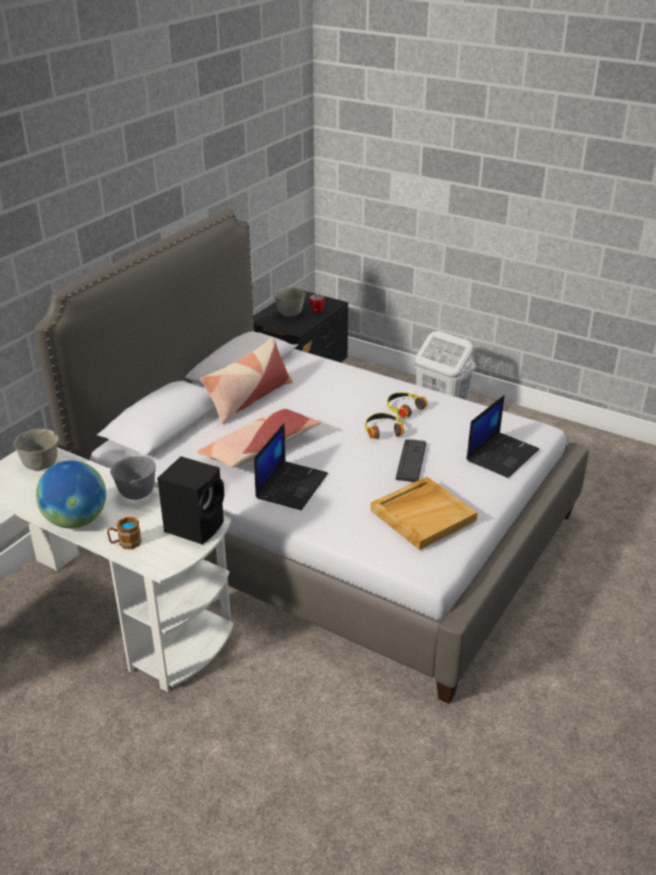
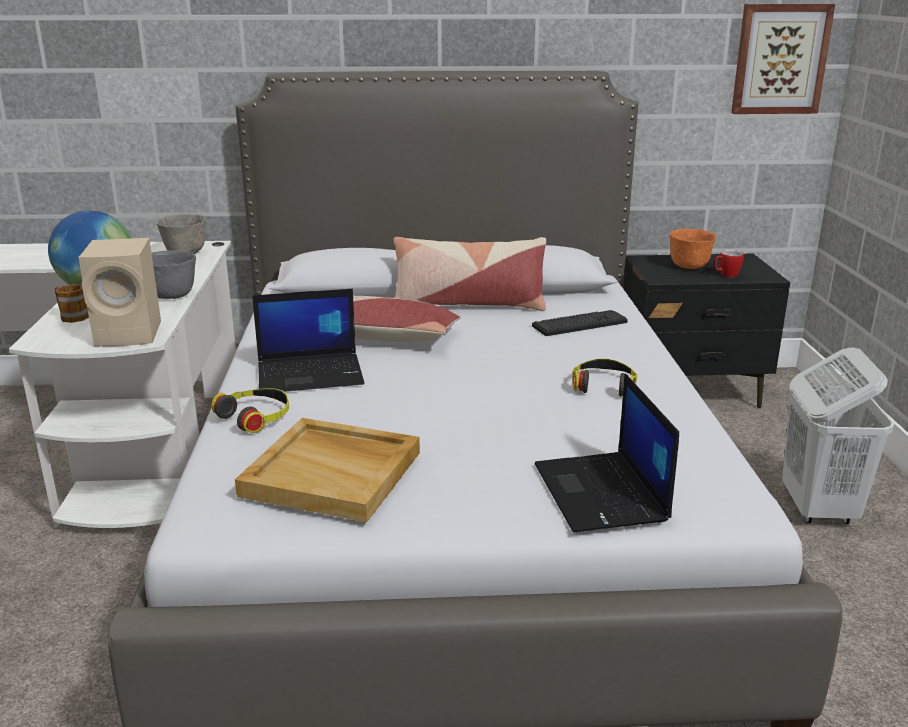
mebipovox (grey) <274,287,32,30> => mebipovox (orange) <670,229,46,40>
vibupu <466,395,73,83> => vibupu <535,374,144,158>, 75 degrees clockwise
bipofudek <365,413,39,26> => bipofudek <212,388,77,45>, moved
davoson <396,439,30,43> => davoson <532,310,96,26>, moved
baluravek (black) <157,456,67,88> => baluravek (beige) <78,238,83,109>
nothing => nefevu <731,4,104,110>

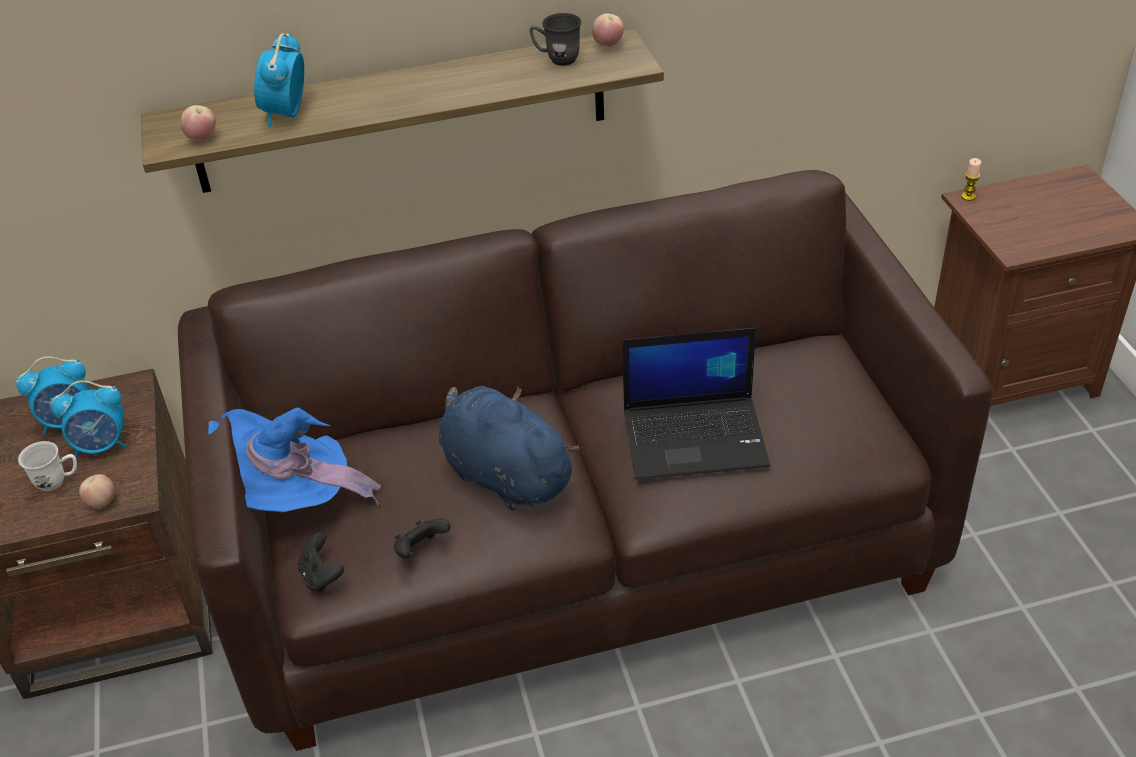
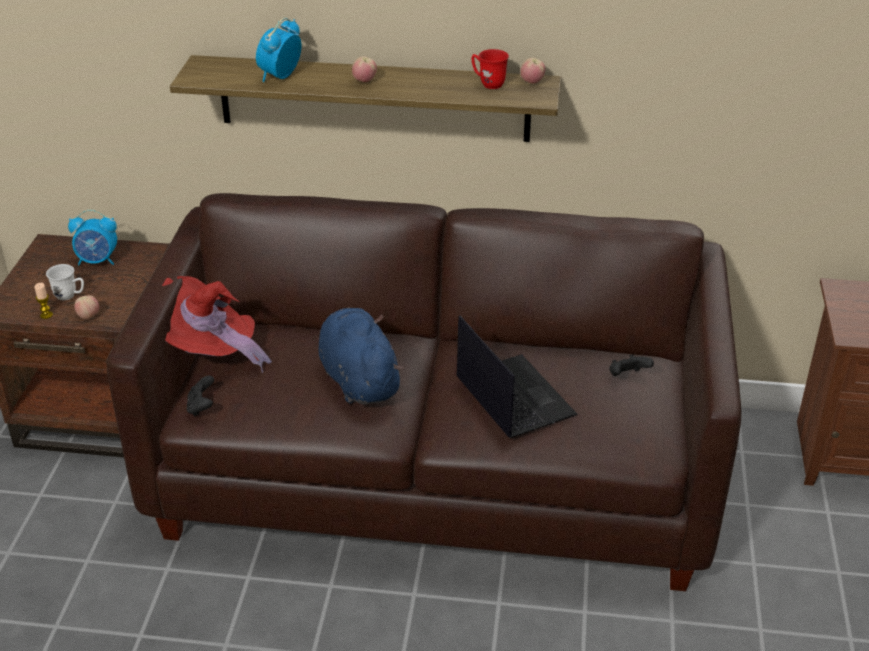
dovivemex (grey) <529,13,52,53> => dovivemex (red) <471,49,38,40>
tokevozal <180,105,36,36> => tokevozal <352,56,25,26>, moved
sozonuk <961,158,20,43> => sozonuk <34,283,19,36>, moved
vibupu <622,327,148,153> => vibupu <456,315,122,123>, 135 degrees counterclockwise
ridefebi <50,380,77,78> => nothing
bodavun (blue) <208,408,173,105> => bodavun (red) <162,276,110,97>
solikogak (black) <394,518,57,40> => solikogak (black) <609,354,45,22>, moved

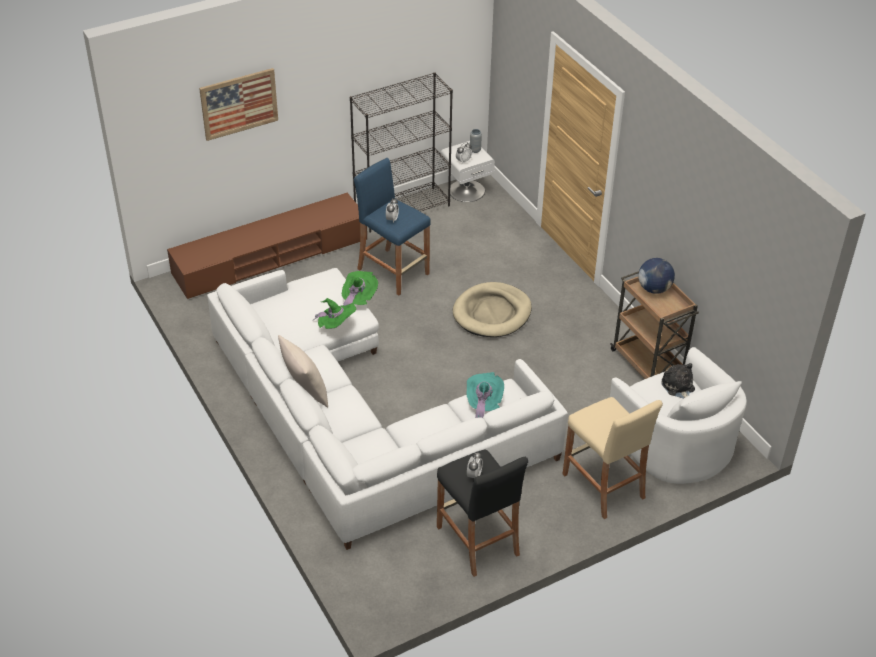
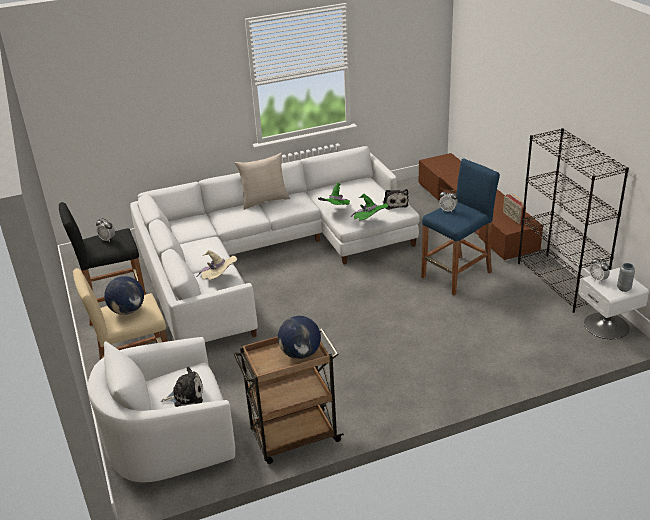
nefevu <199,68,79,73> => nothing
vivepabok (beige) <453,282,79,55> => nothing
bodavun (turquoise) <466,372,38,46> => bodavun (beige) <197,250,40,30>
nothing => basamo <383,189,26,21>
nothing => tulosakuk <503,194,23,31>
nothing => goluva <104,276,40,39>

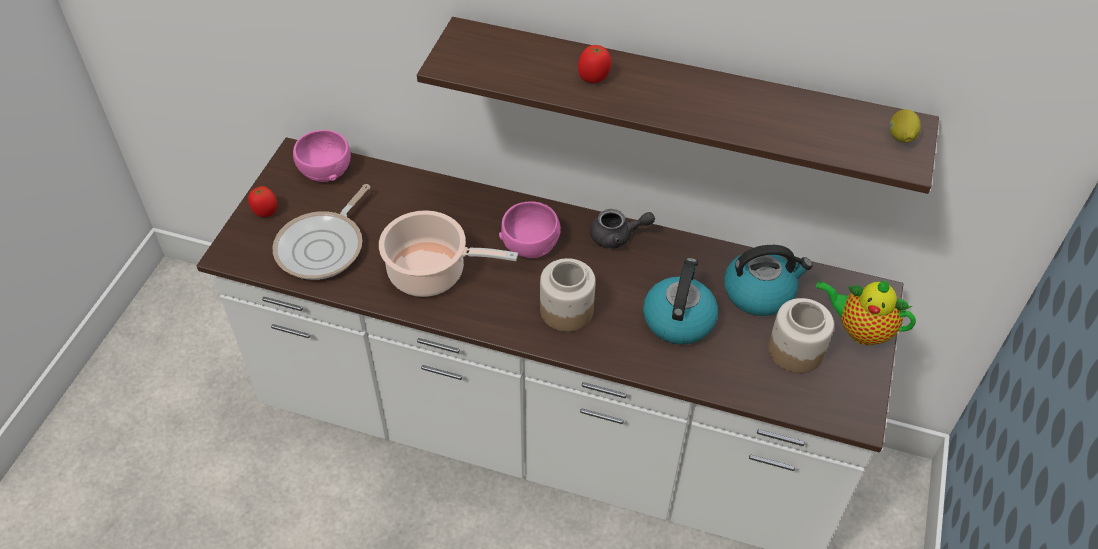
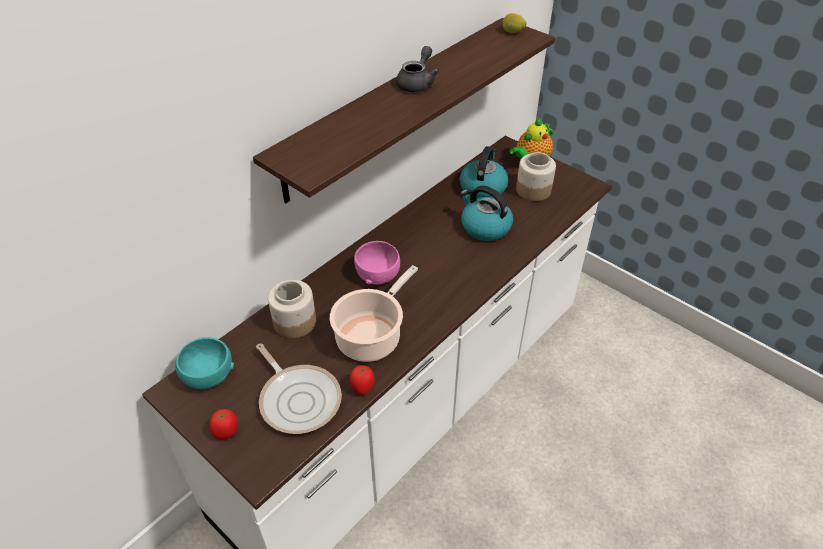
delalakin <578,45,34,38> => delalakin <350,365,24,30>, moved
mebipovox (pink) <293,130,58,52> => mebipovox (turquoise) <176,337,58,52>
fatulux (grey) <590,209,65,40> => fatulux (grey) <396,46,44,46>, moved
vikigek <540,258,56,74> => vikigek <268,280,48,59>, moved

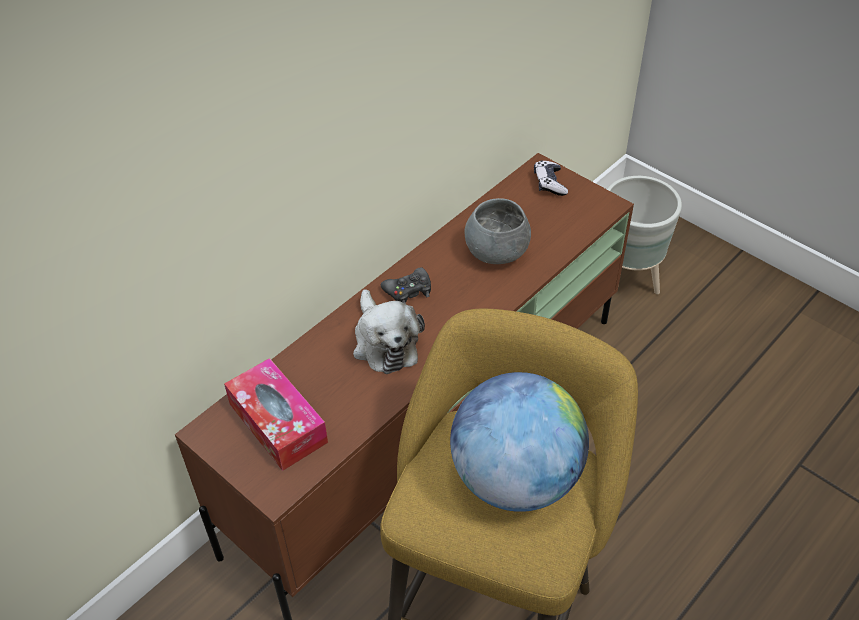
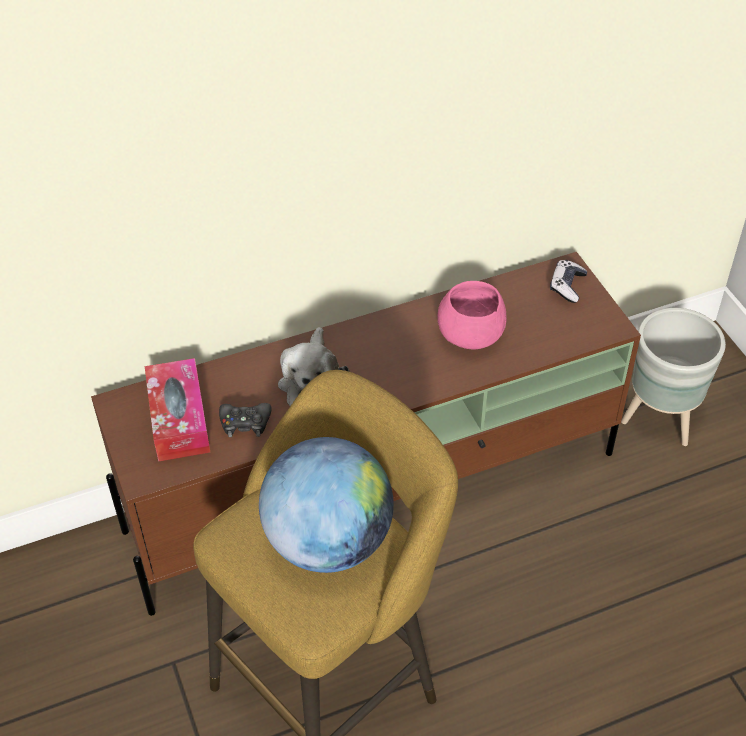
mebipovox (grey) <465,198,66,66> => mebipovox (pink) <438,281,69,68>
solikogak (black) <381,267,50,37> => solikogak (black) <219,403,52,34>, moved

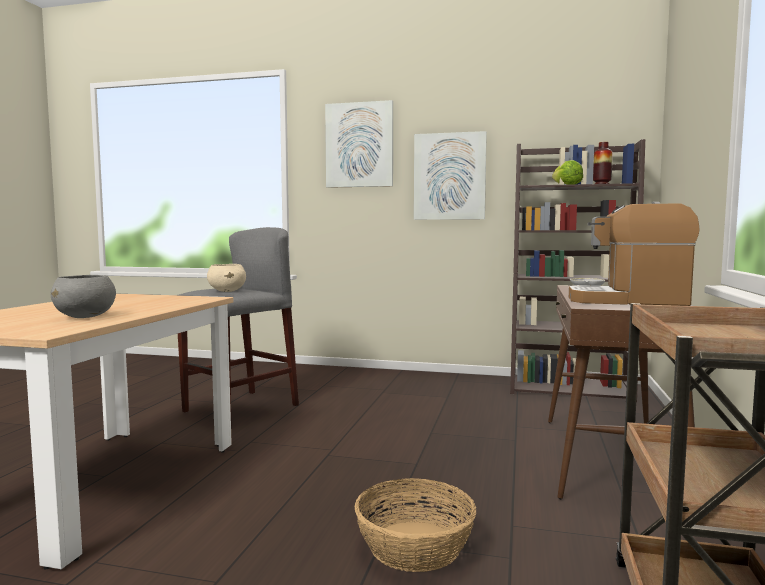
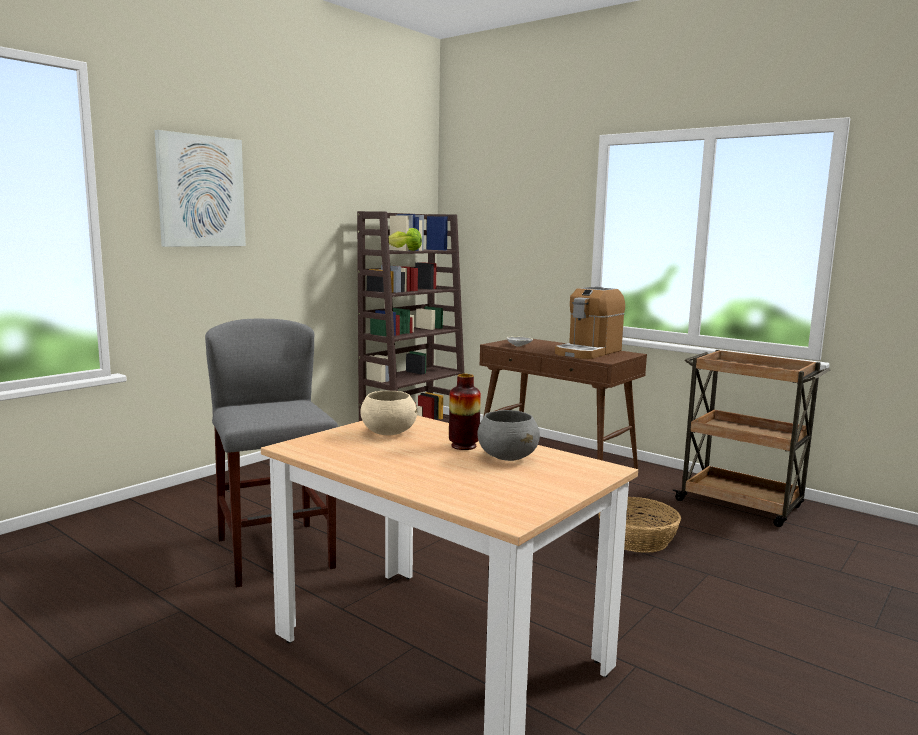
nefevu <414,131,73,89> => nothing
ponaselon <593,142,20,42> => ponaselon <449,374,32,76>, moved
mebipovox (beige) <207,264,39,28> => mebipovox (beige) <360,391,57,45>, moved

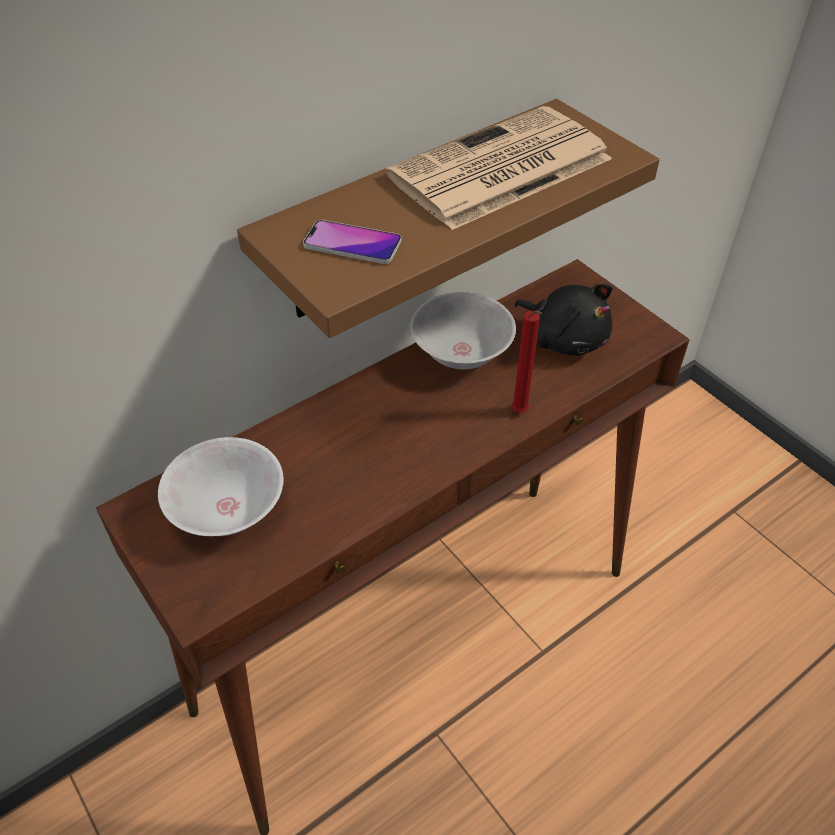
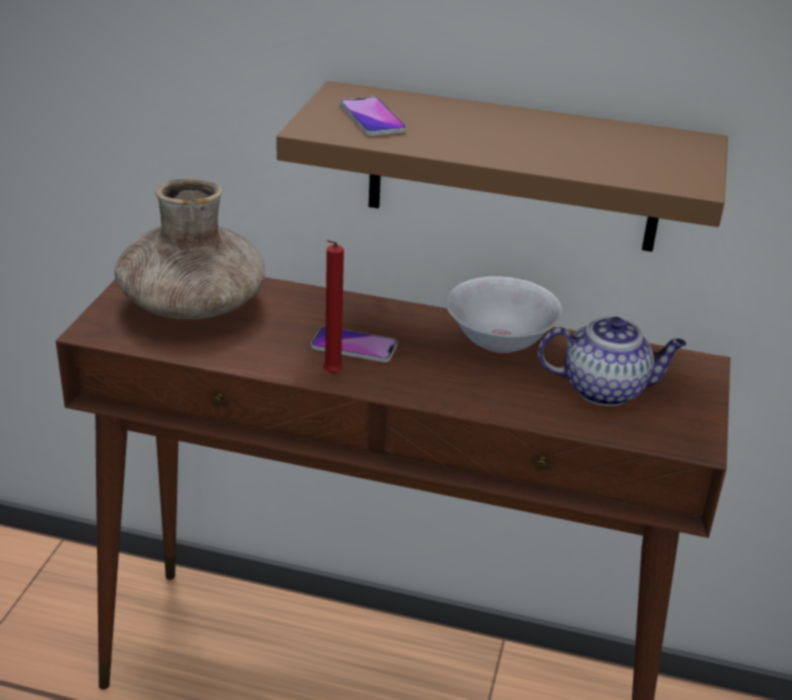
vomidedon <386,106,226,124> => nothing
basamo (black) <514,284,99,72> => fatulux <538,317,148,89>
sozonuk (red) <511,310,32,103> => sozonuk (red) <323,240,21,134>, moved
mebipovox (white) <158,437,126,99> => ponaselon (brown) <114,178,151,141>
nothing => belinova <311,326,87,36>

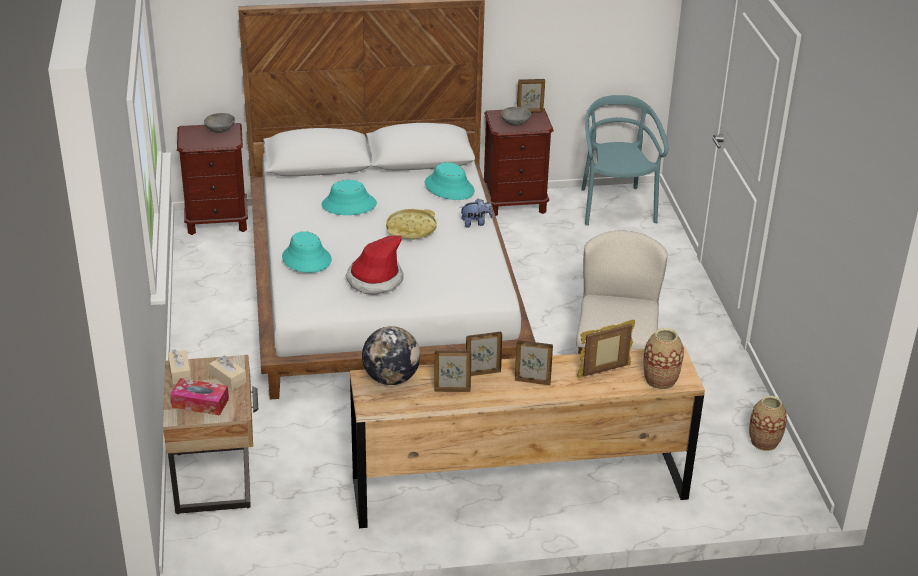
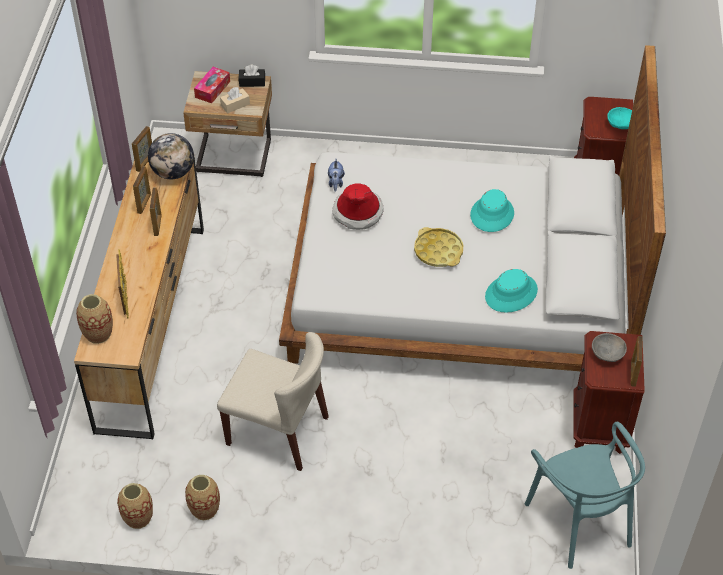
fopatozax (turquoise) <581,95,87,130> => fopatozax (turquoise) <525,422,120,147>, 60 degrees clockwise
mebipovox (grey) <204,113,31,20> => mebipovox (turquoise) <607,107,25,22>
basamo <461,199,32,29> => basamo <328,158,17,34>, moved
bodavun (turquoise) <282,231,50,42> => nothing
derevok <515,340,38,45> => derevok <132,126,20,46>, moved
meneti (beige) <168,349,23,36> => meneti (black) <239,65,26,22>
nothing => ponaselon <185,475,35,45>

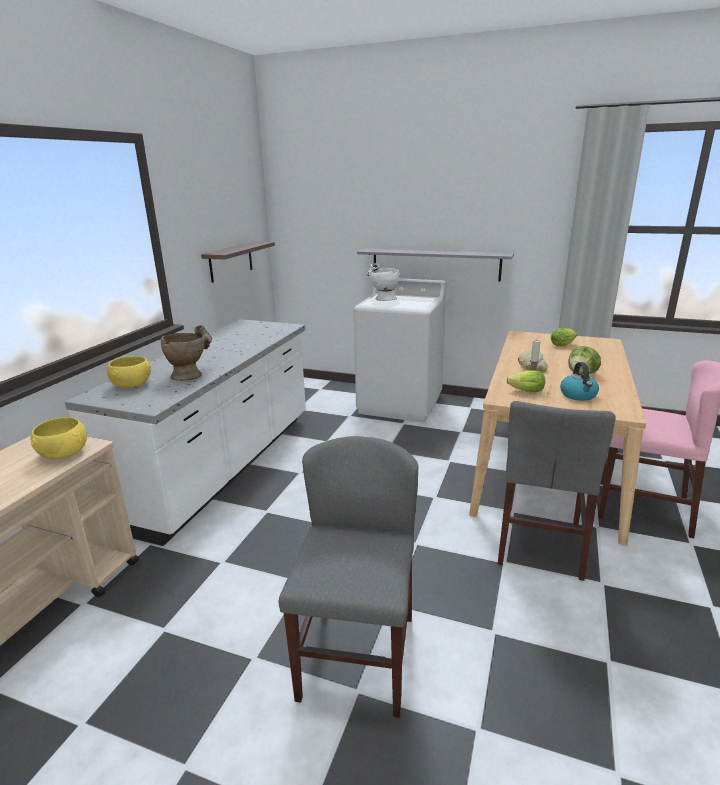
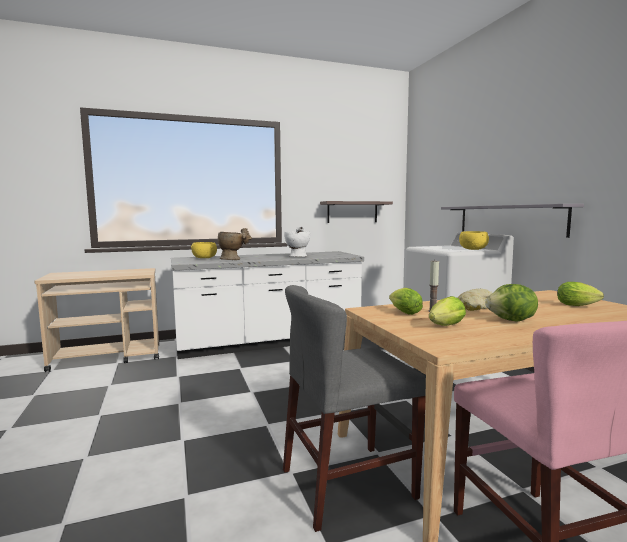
ponaselon (white) <367,263,32,38> => ponaselon (white) <284,227,26,30>, moved
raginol <560,362,39,39> => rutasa <429,296,37,30>
mebipovox (yellow) <31,417,56,43> => mebipovox (yellow) <459,231,30,19>, moved
fopatozax (grey) <279,436,139,282> => nothing

